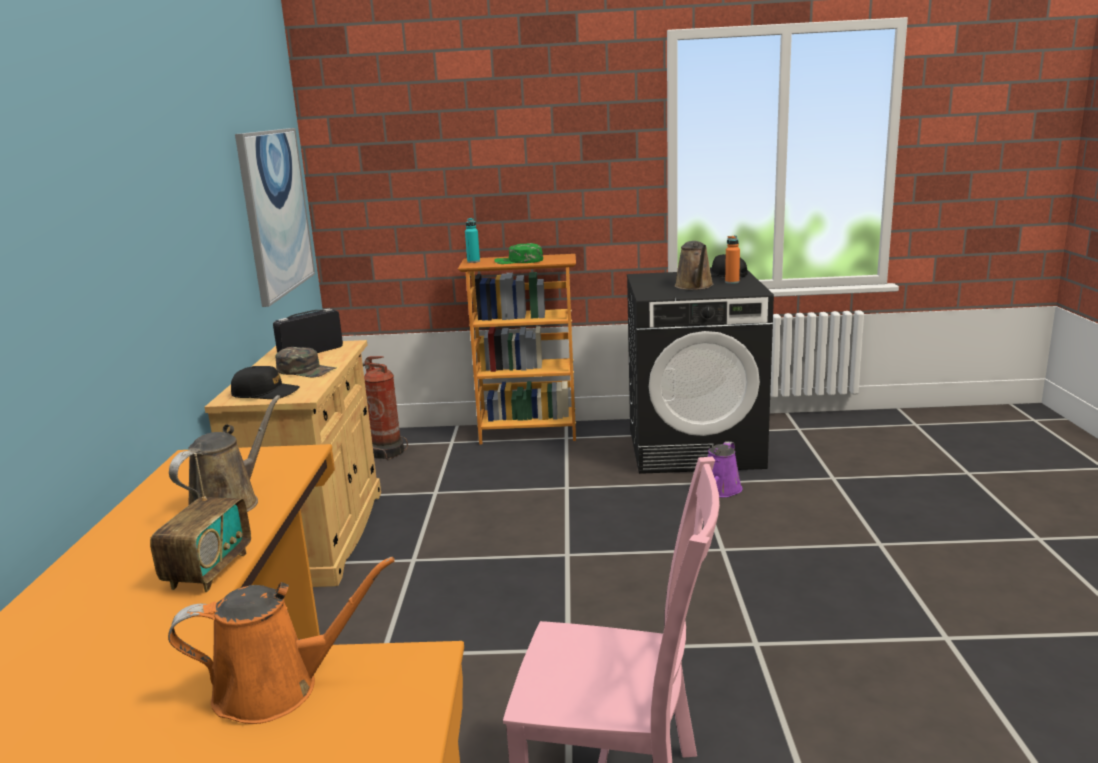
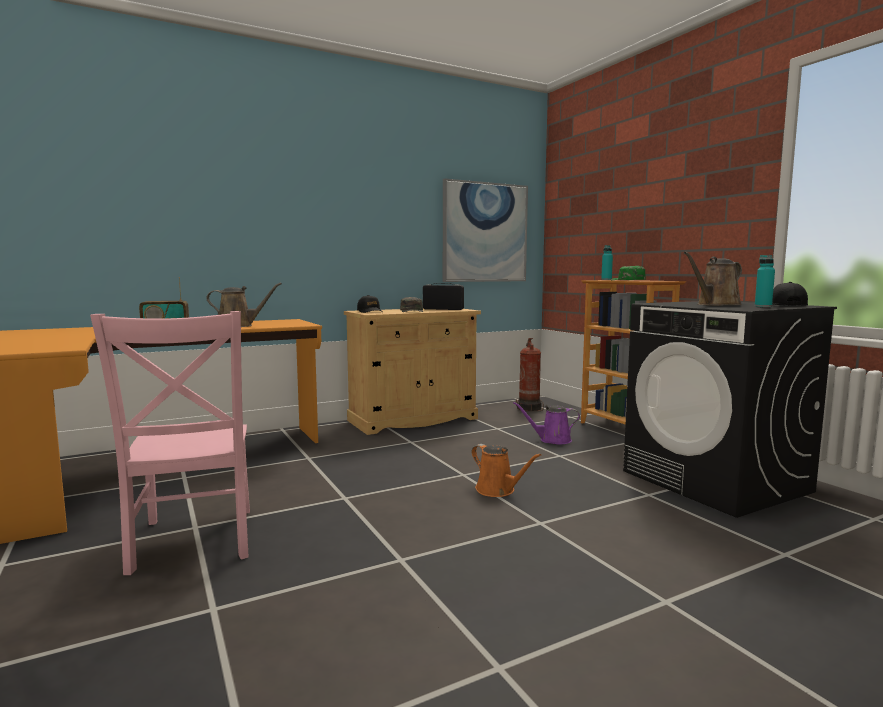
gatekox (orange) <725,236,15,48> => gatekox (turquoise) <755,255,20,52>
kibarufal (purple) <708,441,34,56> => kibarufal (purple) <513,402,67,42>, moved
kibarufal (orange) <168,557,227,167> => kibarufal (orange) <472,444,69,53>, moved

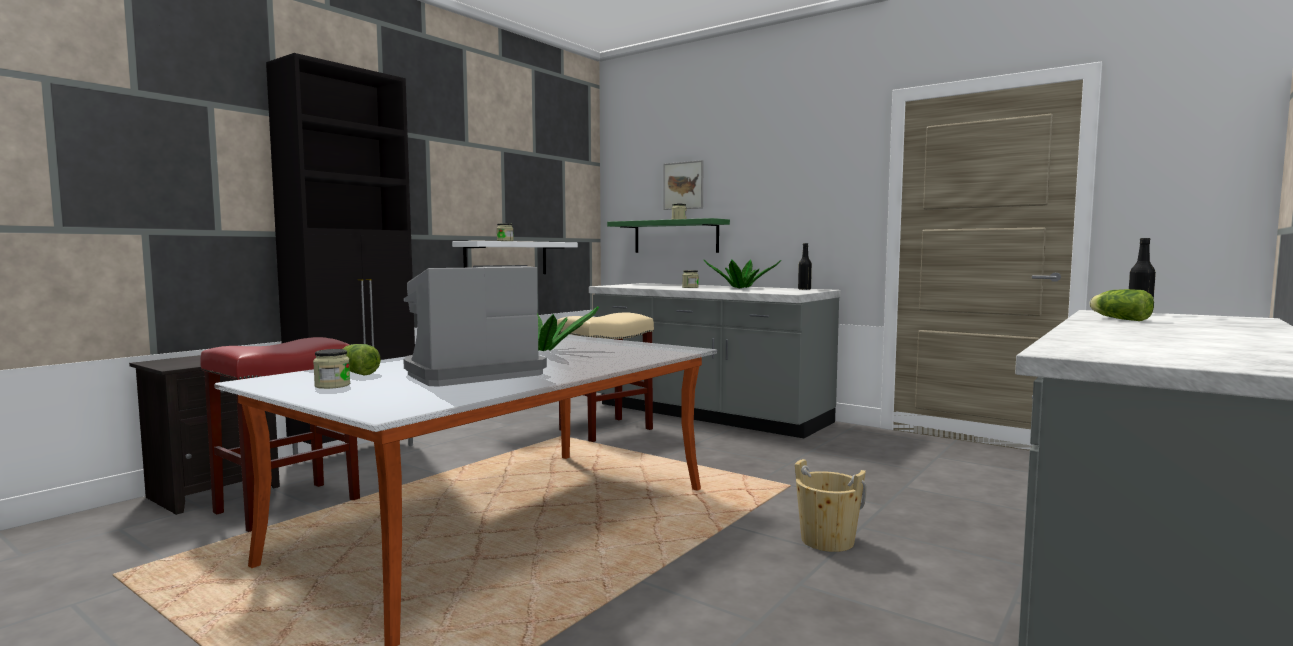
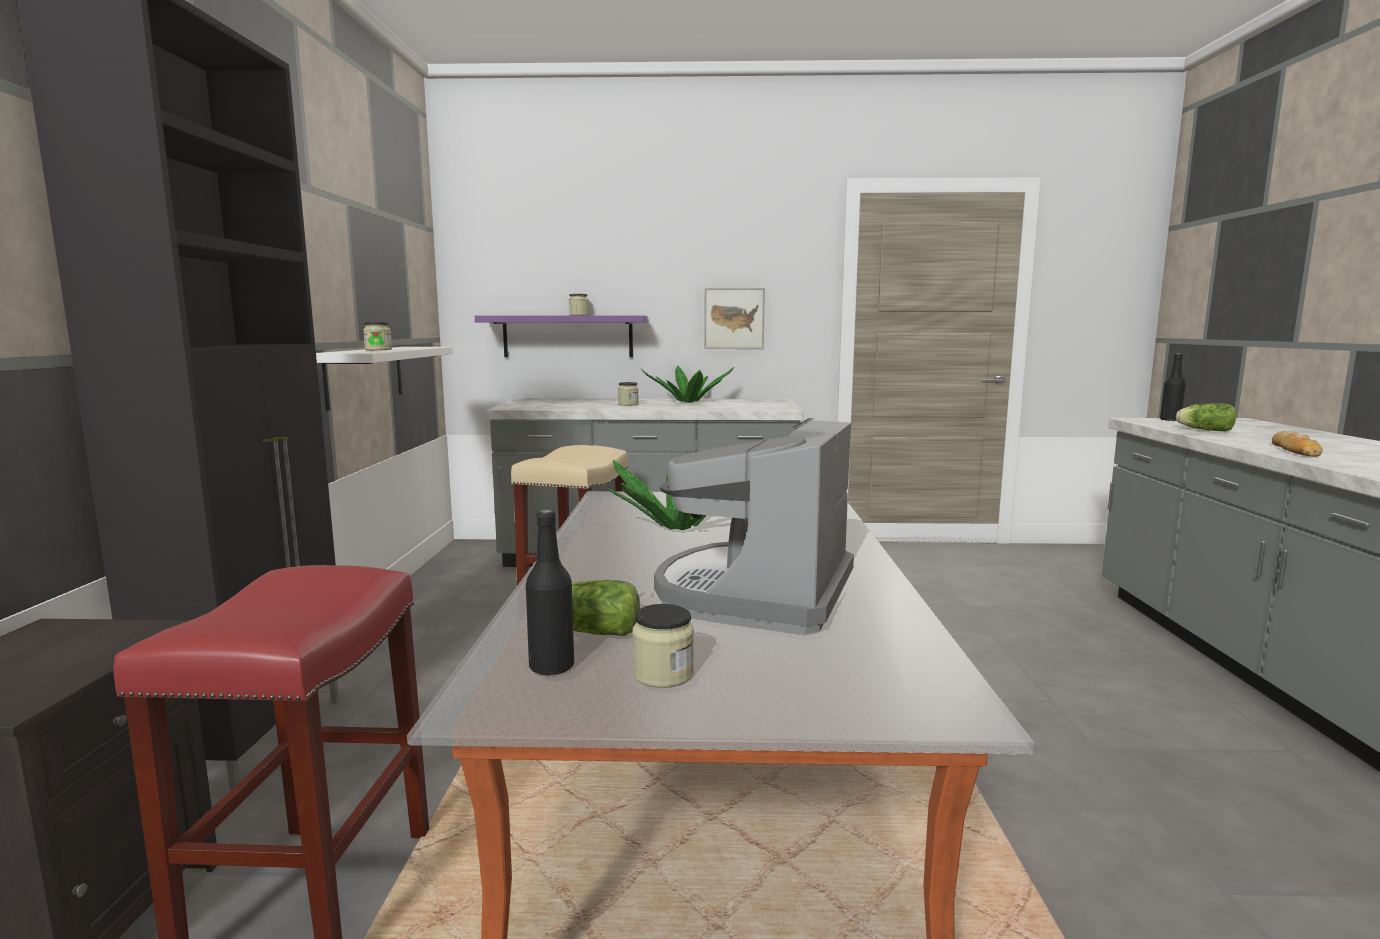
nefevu <663,160,41,50> => nefevu <704,288,61,61>, moved
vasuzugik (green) <607,218,123,35> => vasuzugik (purple) <475,315,173,42>
gatekox (black) <798,243,14,47> => gatekox (black) <526,510,48,166>, moved
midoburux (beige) <795,459,72,93> => nothing
nothing => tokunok <1272,431,51,25>

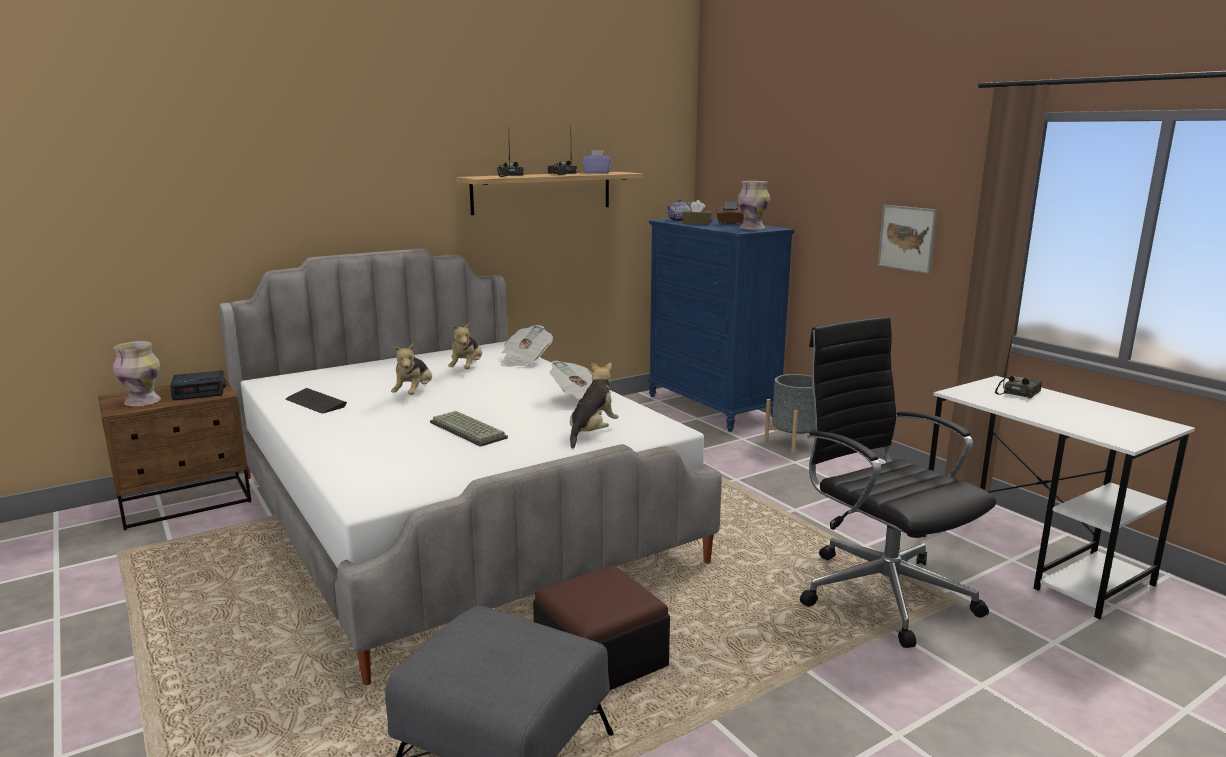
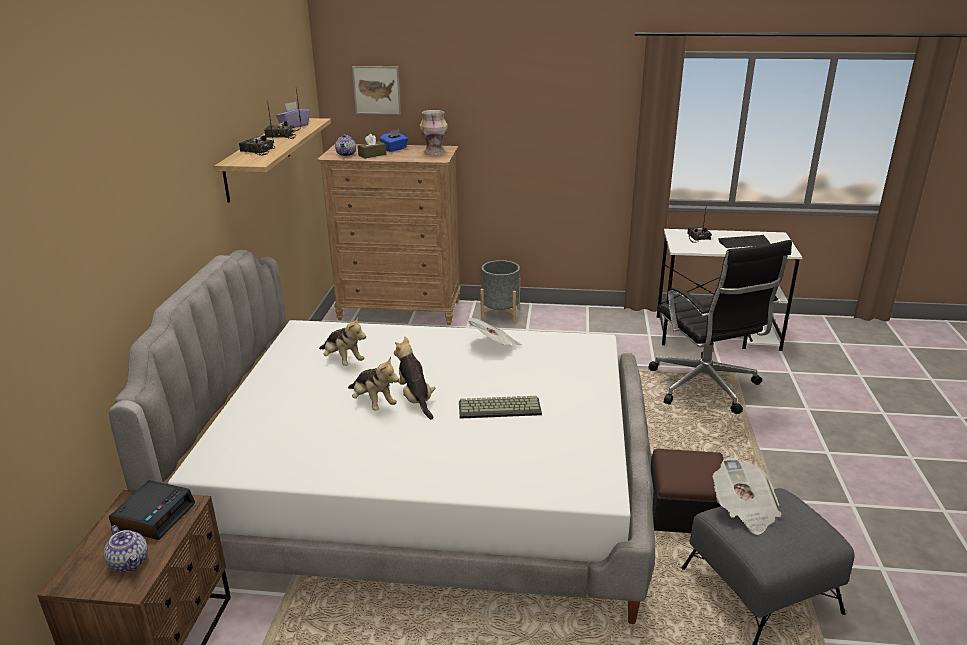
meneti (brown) <716,202,28,22> => meneti (blue) <380,129,28,23>
nefevu <878,205,59,69> => nefevu <352,66,49,49>, moved
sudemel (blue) <648,218,147,214> => sudemel (brown) <318,144,143,181>
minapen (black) <800,317,196,331> => minapen (black) <648,240,144,174>, 120 degrees counterclockwise
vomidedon <501,325,52,42> => vomidedon <713,457,69,78>, moved
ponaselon <113,341,48,65> => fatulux <104,525,44,47>
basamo <570,362,49,87> => basamo <394,337,41,83>, moved
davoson <286,388,61,26> => davoson <718,235,52,13>, moved

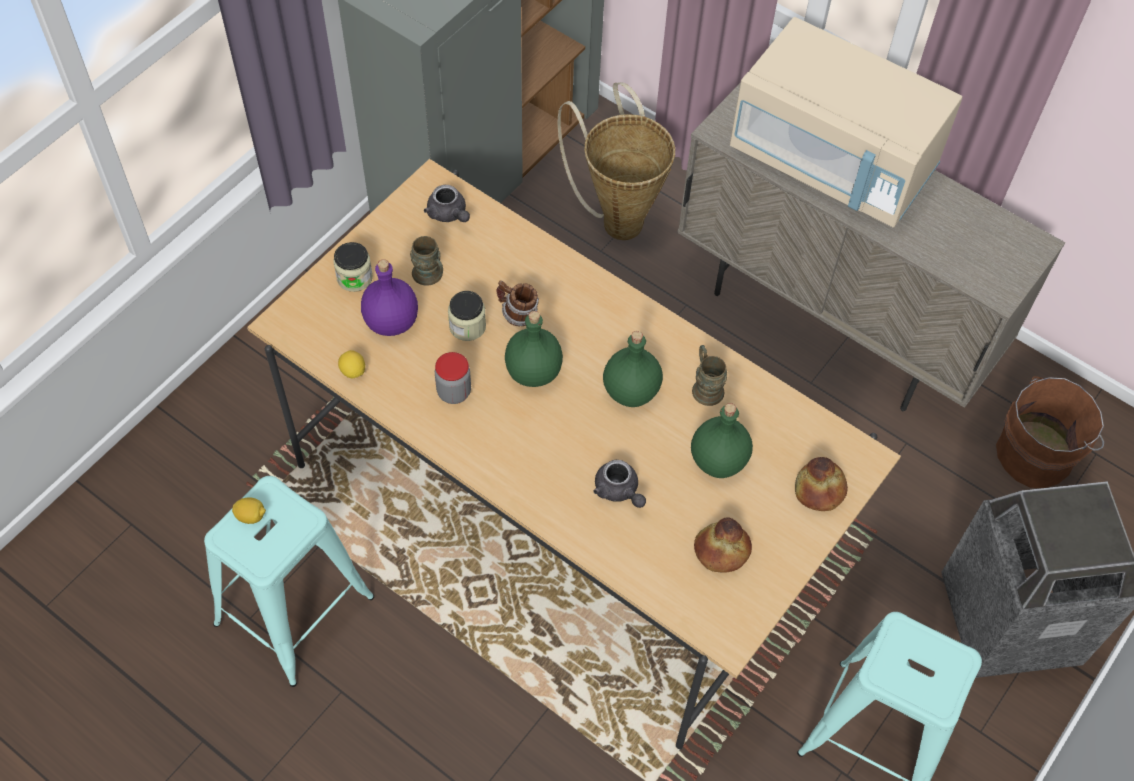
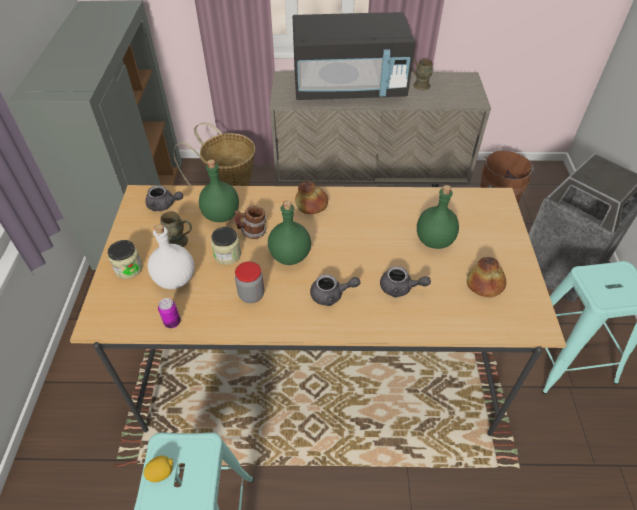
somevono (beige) <730,17,232,210> => somevono (black) <293,12,122,88>
gatekox (purple) <361,259,57,77> => gatekox (white) <148,224,46,65>
gatekox (green) <603,331,60,76> => gatekox (green) <199,160,40,62>, moved
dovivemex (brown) <692,345,35,61> => dovivemex (brown) <411,59,22,31>, moved
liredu <338,350,27,29> => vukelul <158,298,23,30>
tokunok <795,457,53,54> => tokunok <295,180,33,34>, moved
nothing => fatulux (grey) <310,274,51,32>

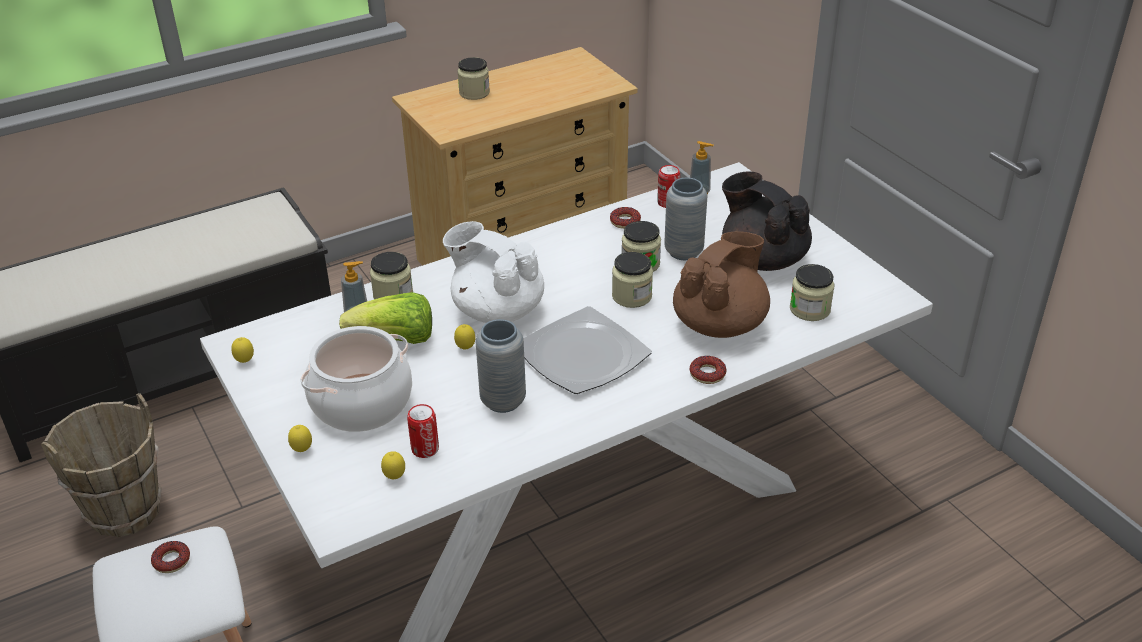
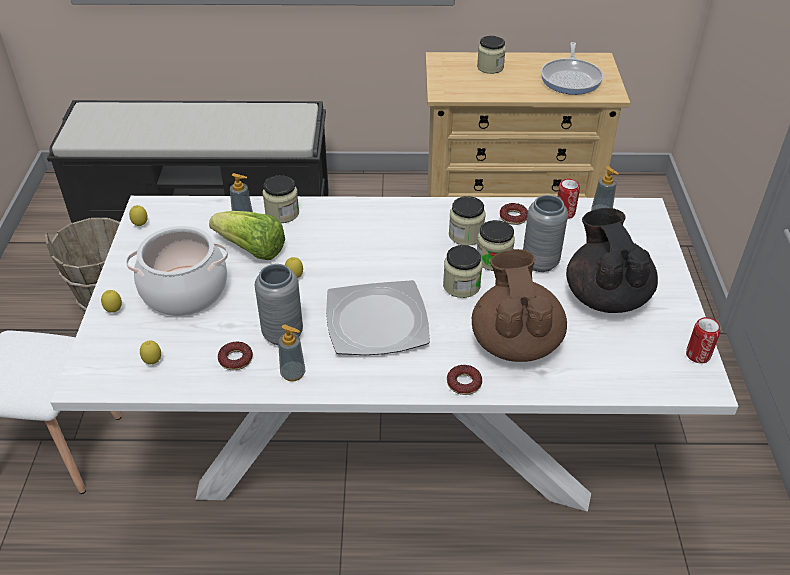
fatulux (white) <443,221,101,102> => nothing
fatulux (brown) <673,231,97,107> => fatulux (brown) <472,249,95,113>, 75 degrees counterclockwise
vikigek <790,264,45,57> => vikigek <449,196,37,50>, moved
vukelul <407,404,32,54> => vukelul <686,317,35,47>, moved
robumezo <151,541,39,32> => robumezo <218,342,35,28>, moved
nothing => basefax <541,42,62,53>
nothing => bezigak <278,324,27,58>

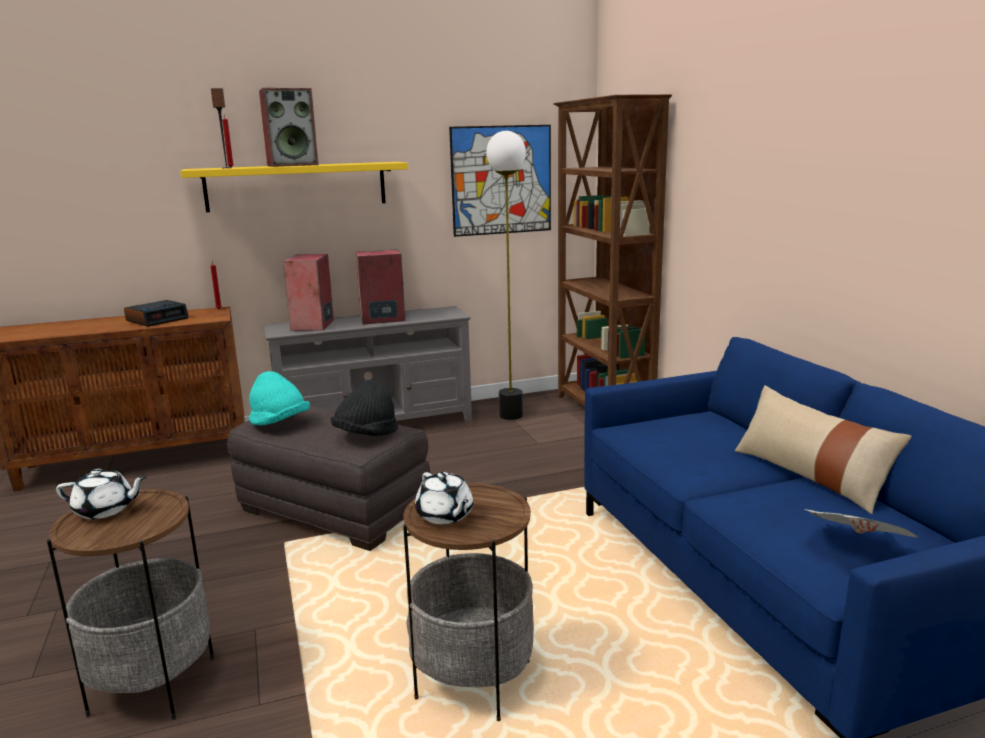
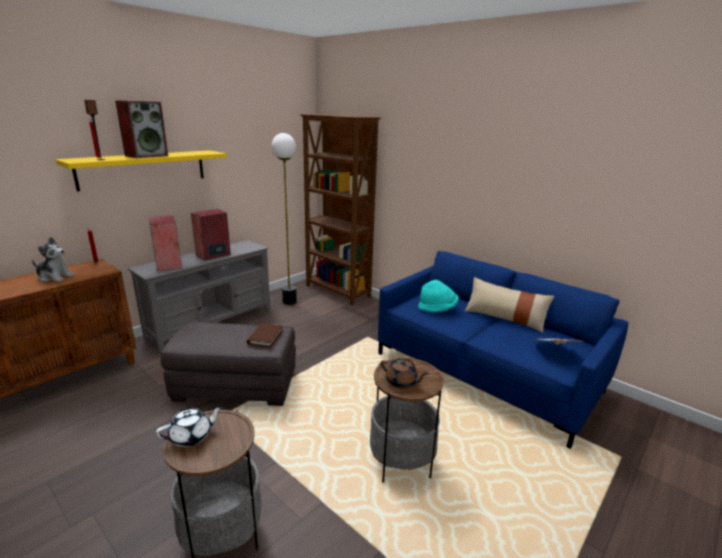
nefevu <449,125,102,112> => nothing
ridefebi <124,300,65,27> => basamo <32,237,43,45>
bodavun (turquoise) <249,371,61,54> => bodavun (turquoise) <418,280,41,32>, moved
bodavun (black) <331,380,67,56> => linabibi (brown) <247,323,36,24>
fatulux (white) <415,472,58,52> => fatulux (brown) <380,359,49,30>

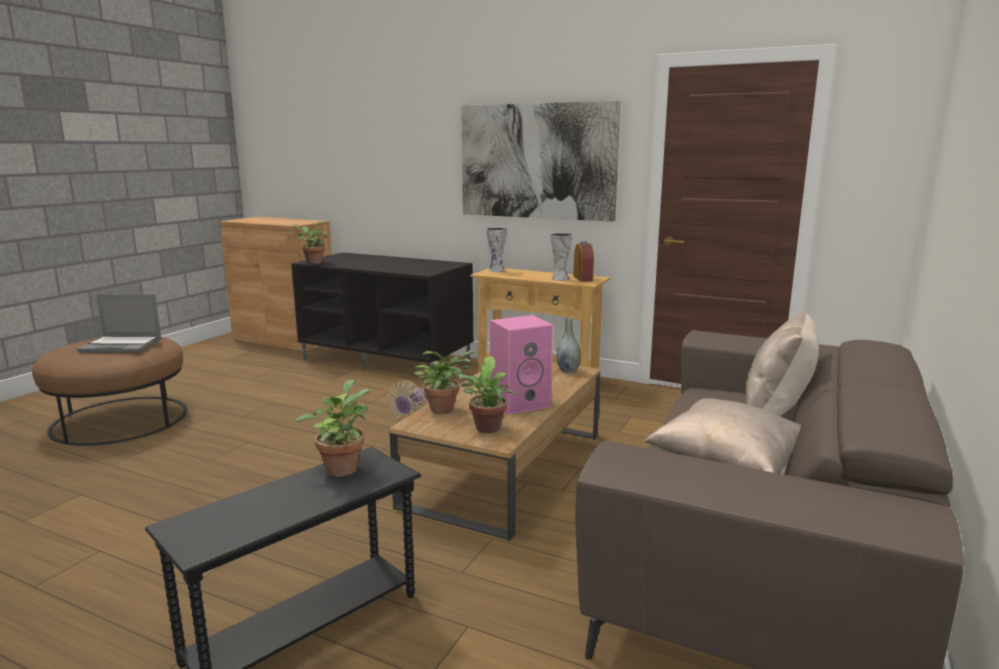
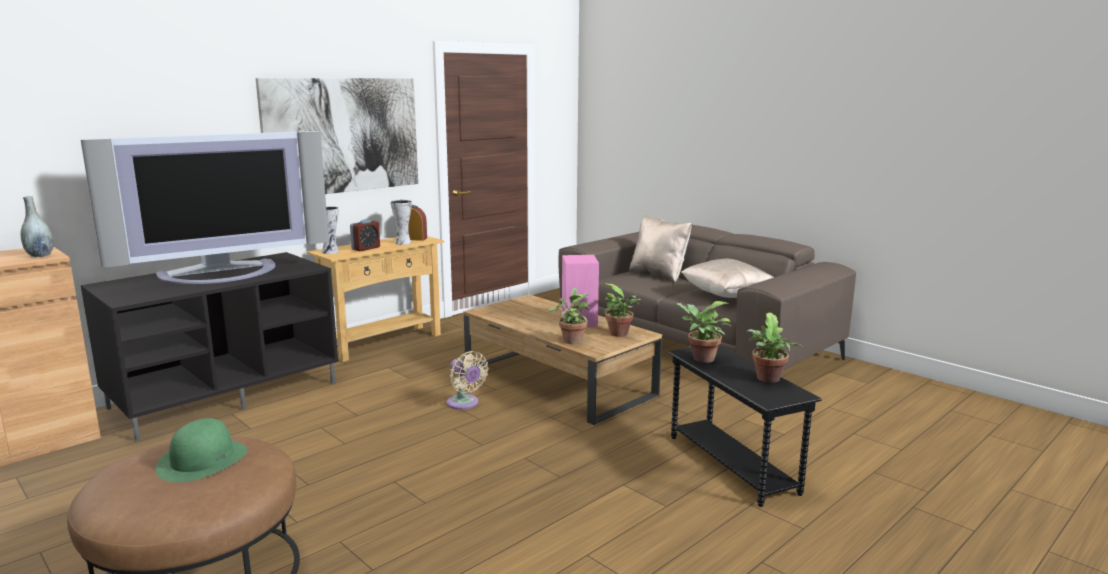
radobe <293,222,36,42> => radobe <746,313,57,70>, moved
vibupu <77,294,85,59> => bodavun (green) <155,418,92,64>
ponaselon (grey) <557,317,24,56> => ponaselon (grey) <21,196,33,61>, moved
nothing => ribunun <80,131,249,153>
nothing => ridefebi <350,219,30,32>

